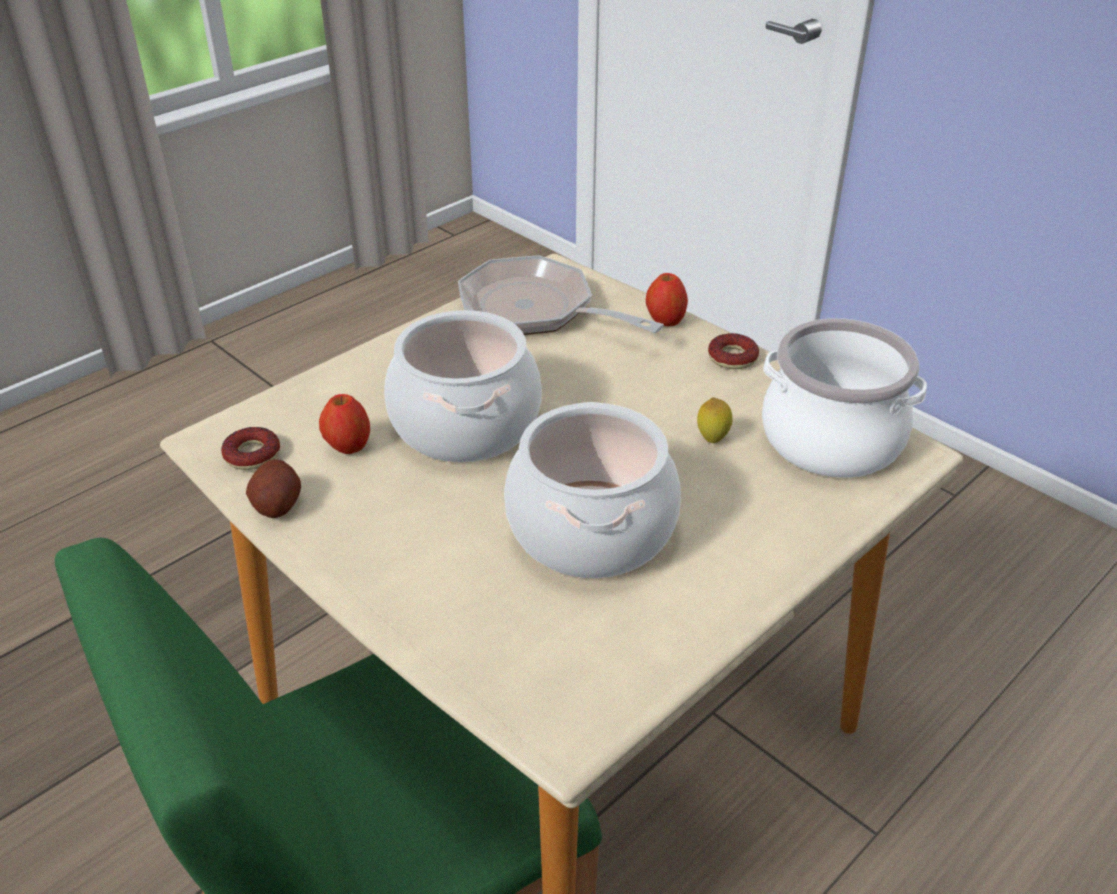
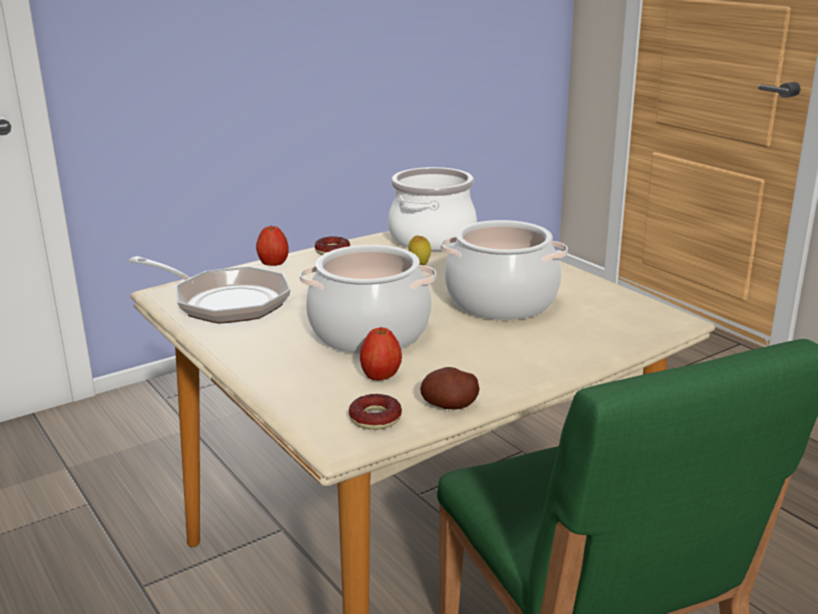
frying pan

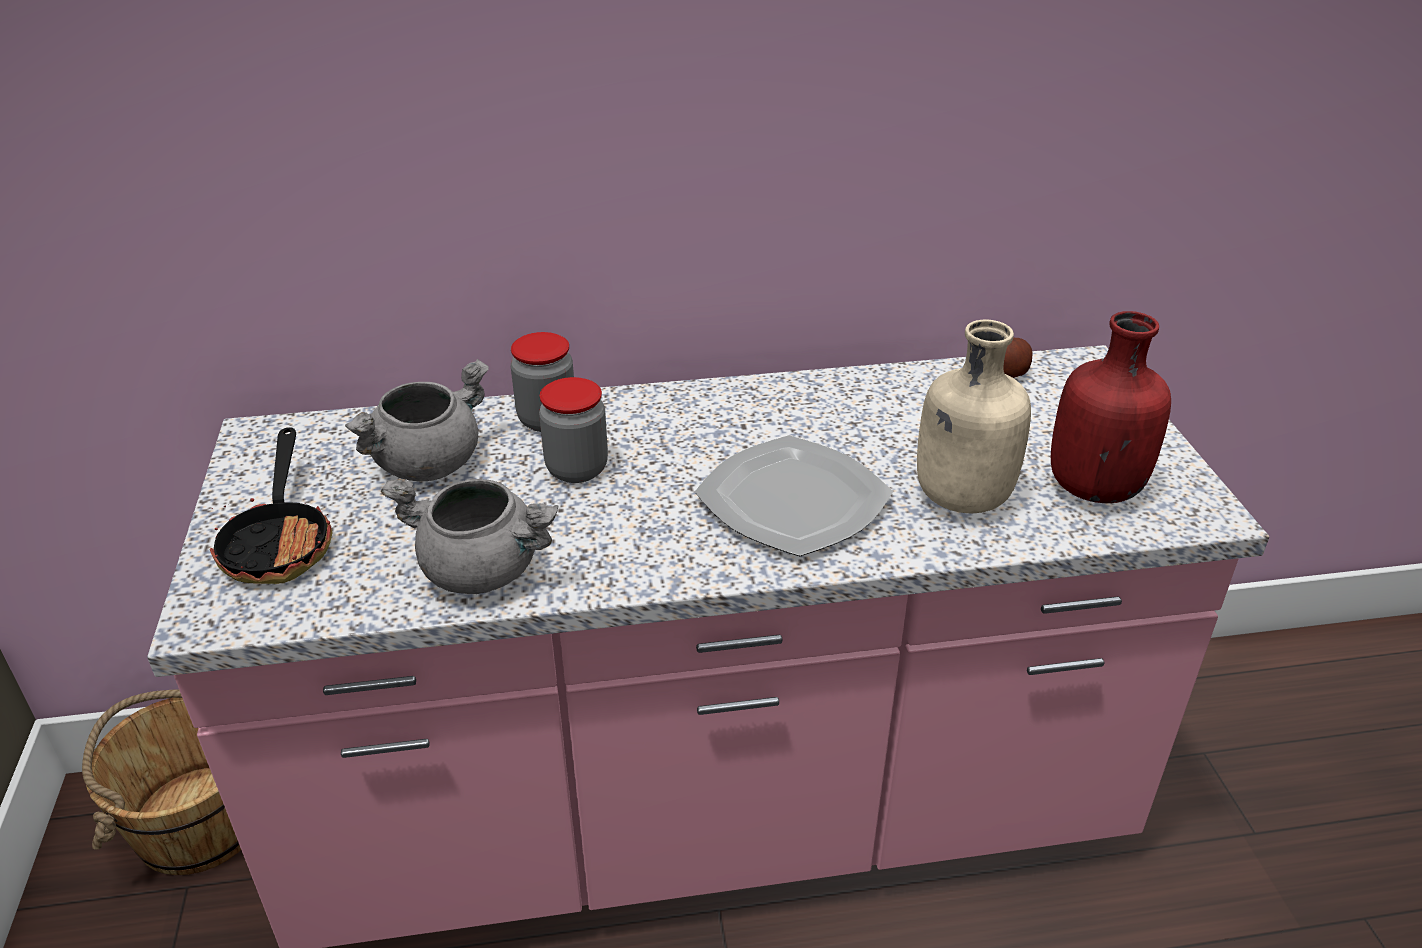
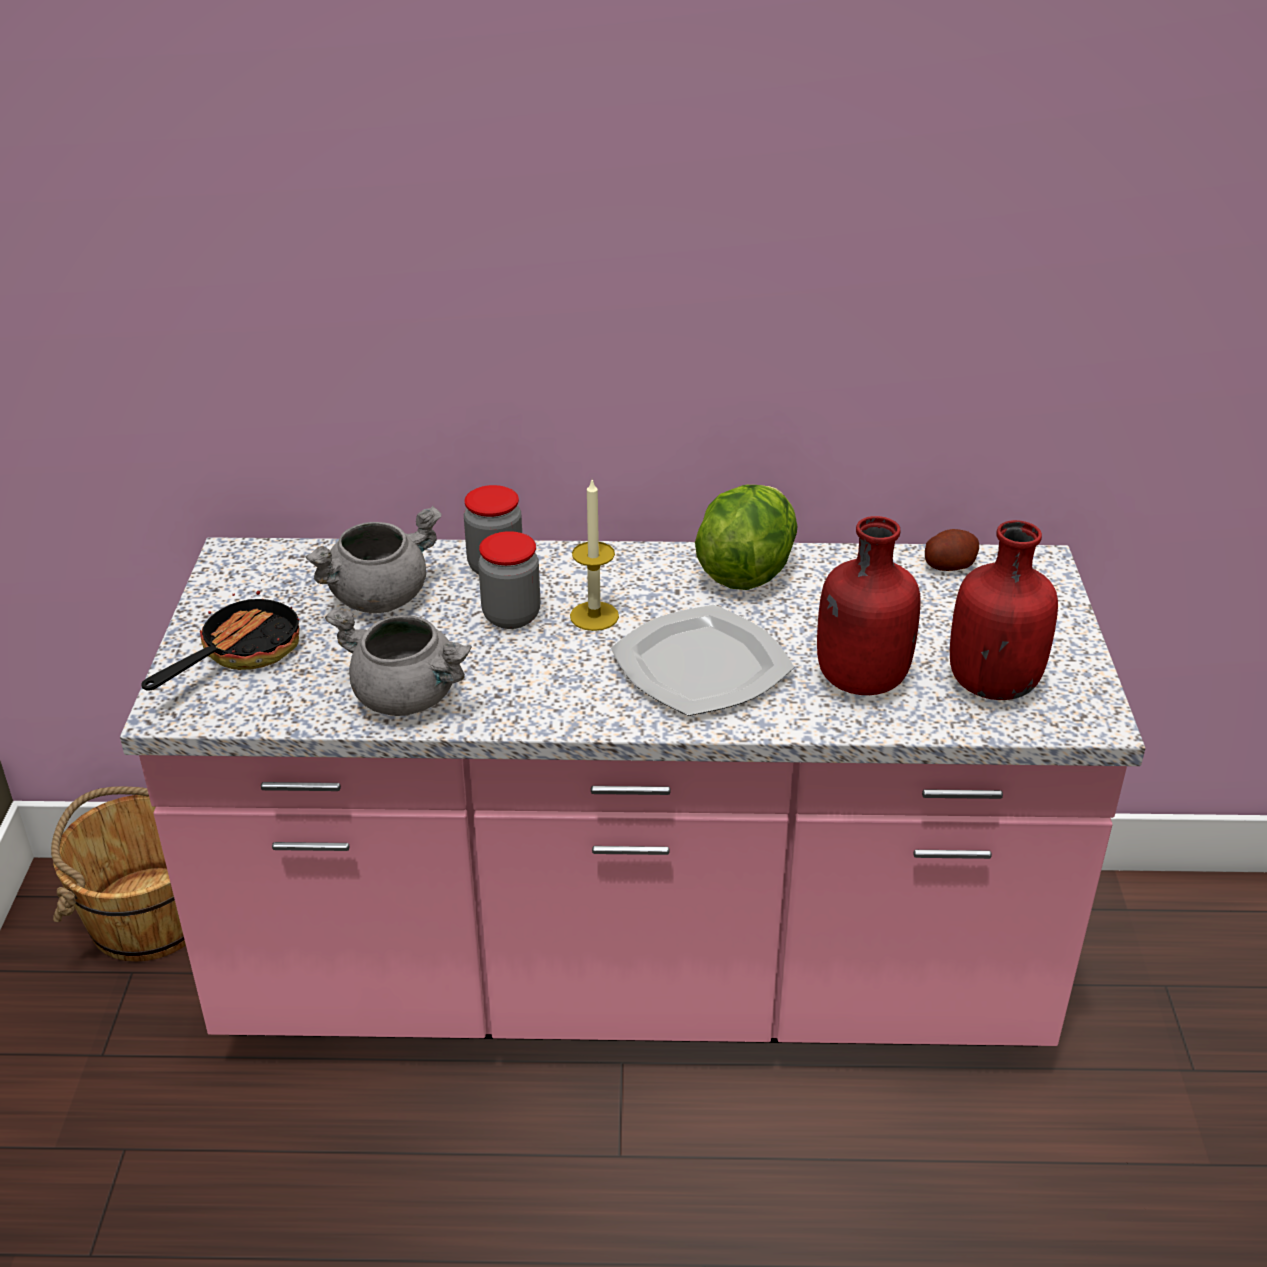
red bottle (no. 1 from left); frying pan; candle; lettuce

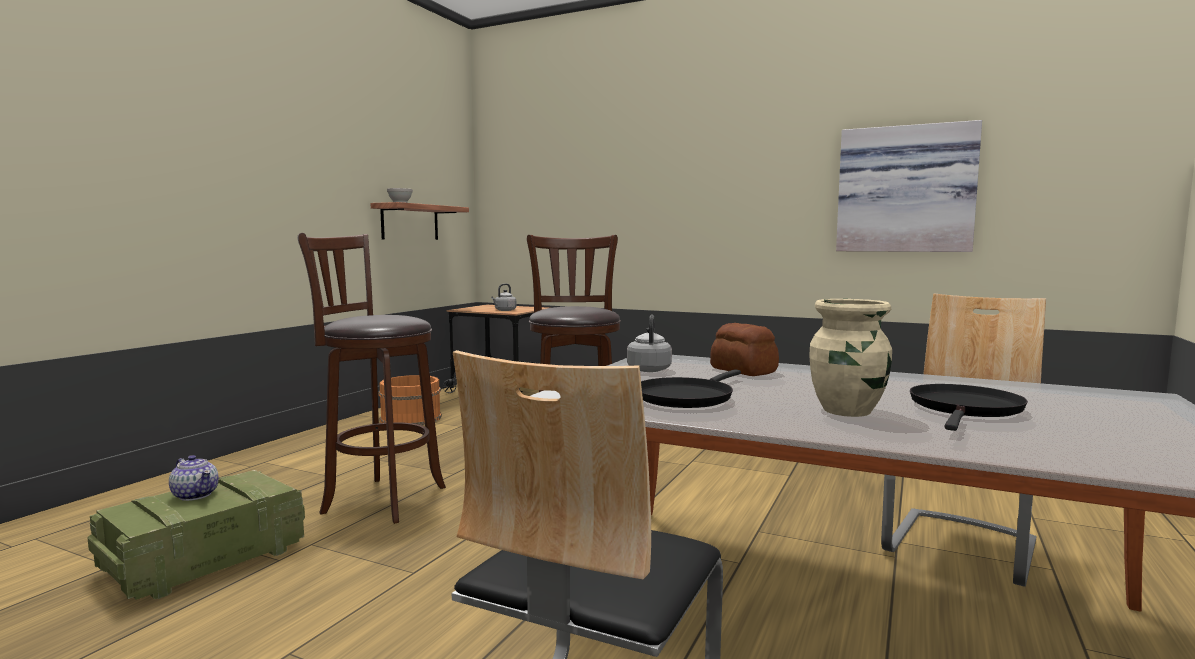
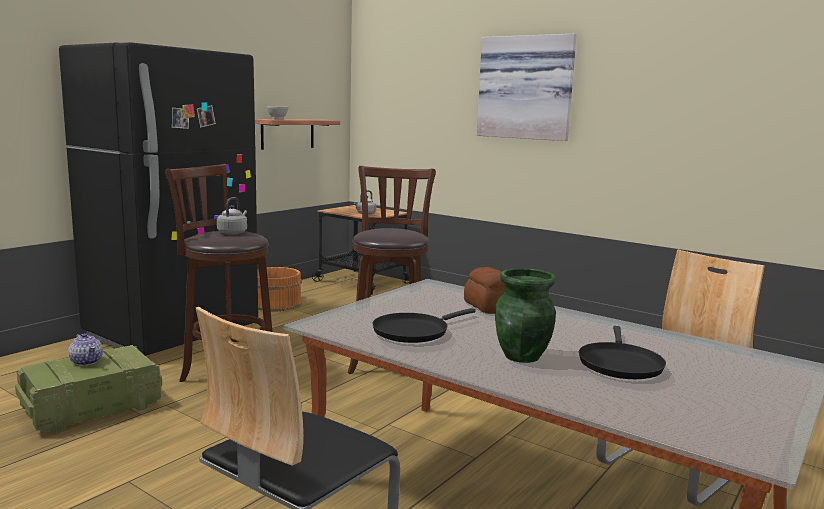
picture; green vase; grey kettle (no. 1 from left); black frying pan (no. 2 from left); black fridge

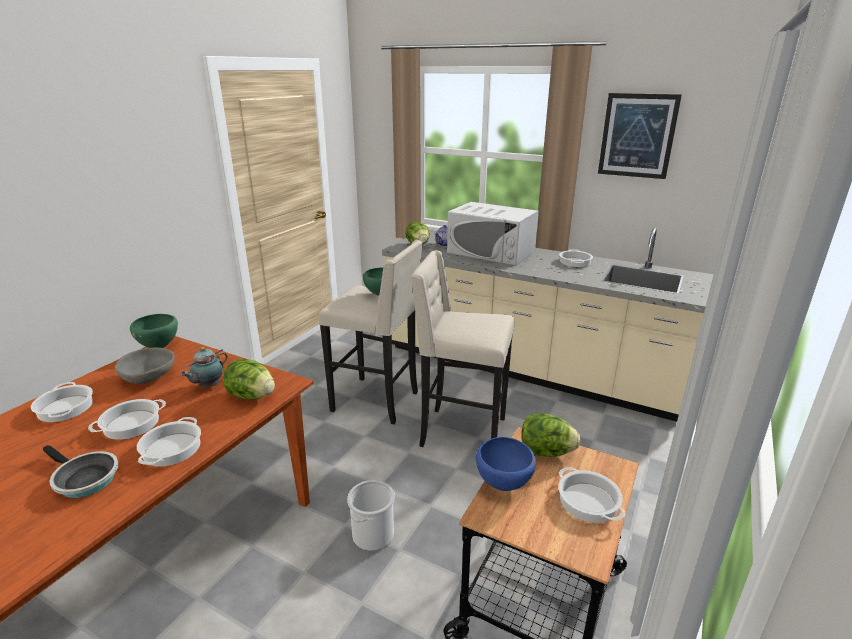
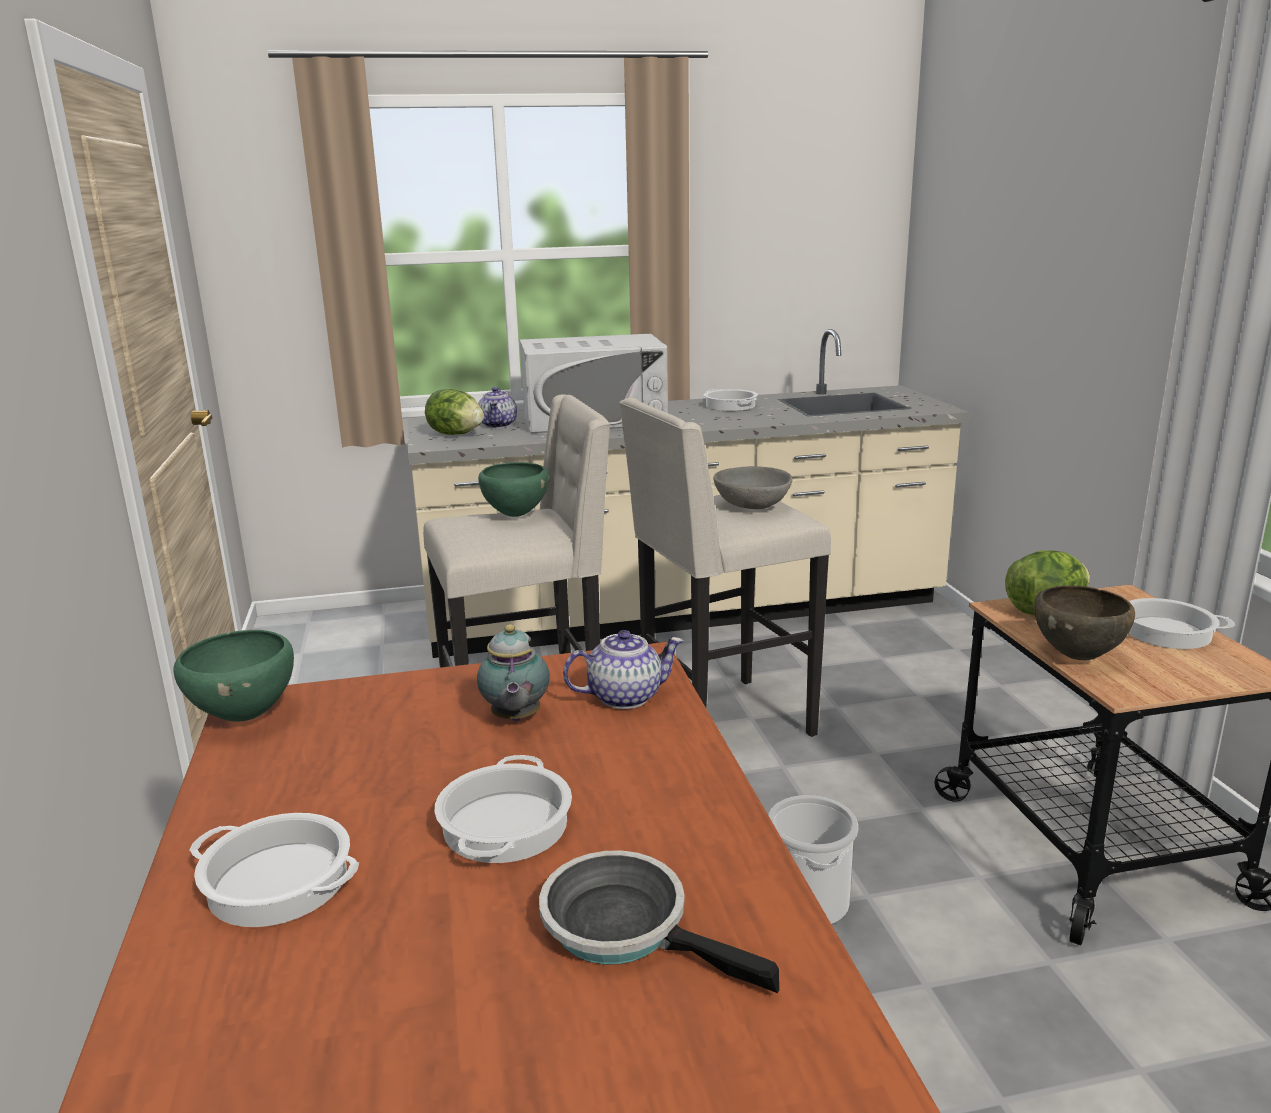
picture; grey bowl; teapot (no. 3 from left); cooking pot (no. 3 from left in the first image); brown bowl; frying pan

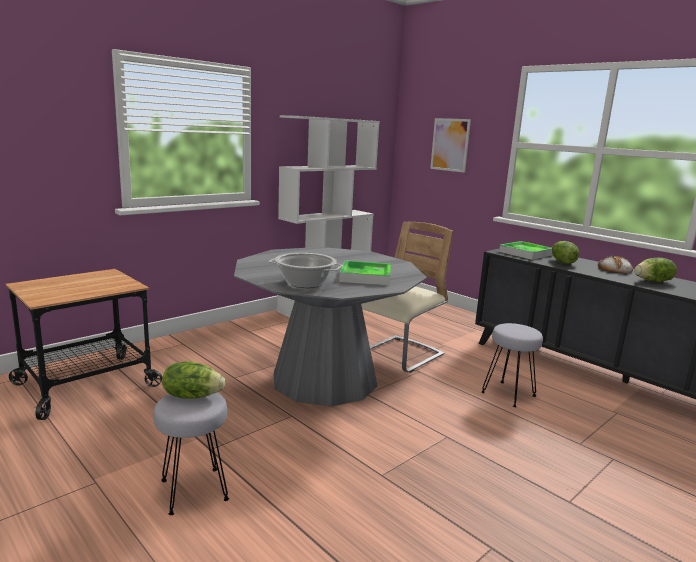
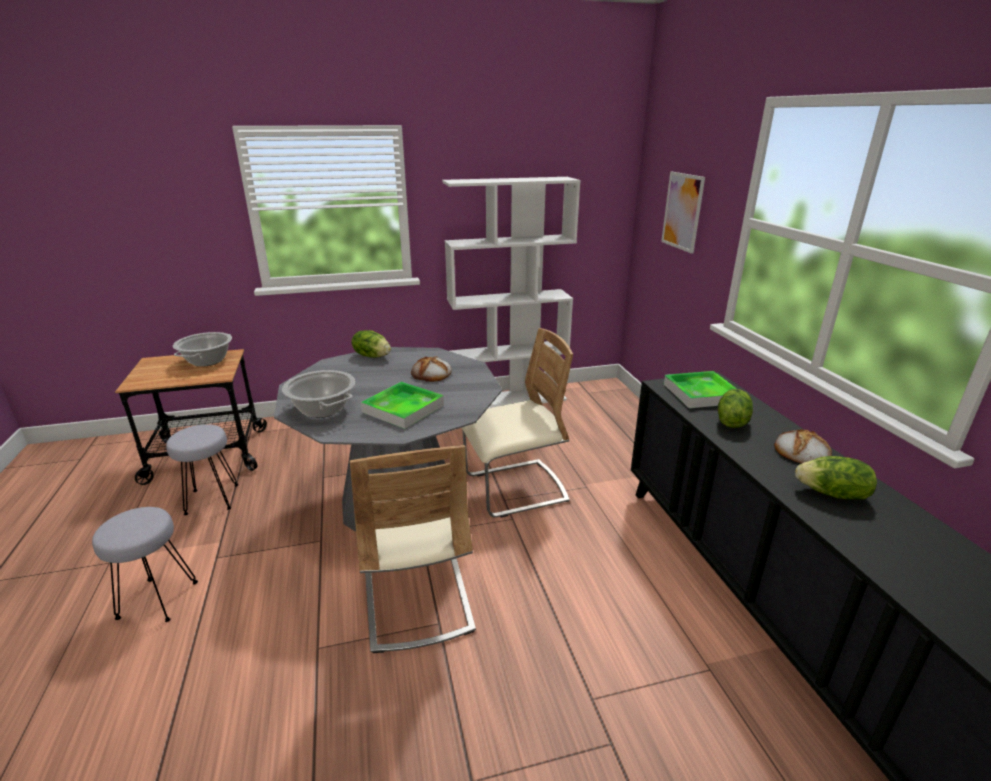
grey stool (no. 2 from left); lettuce (no. 1 from left); cooking pot (no. 1 from left); bread (no. 1 from left); beige chair (no. 1 from left)

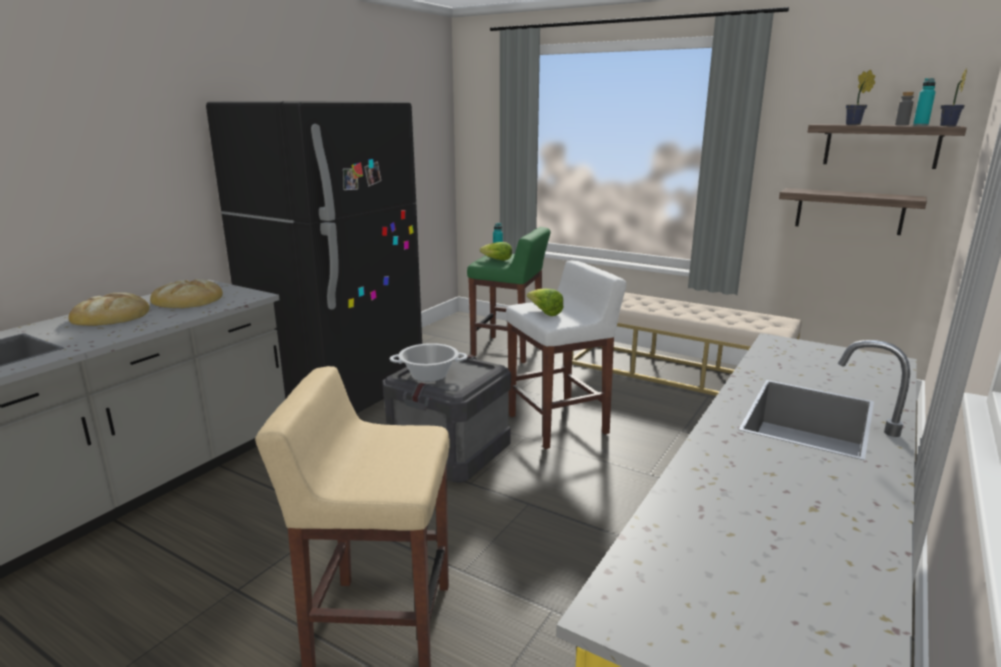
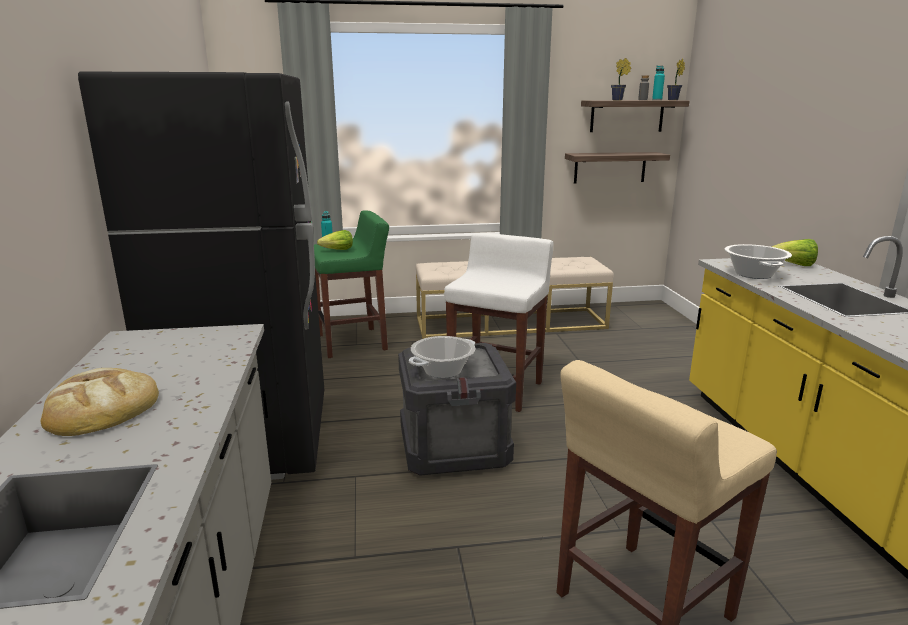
bread (no. 2 from left in the first image); lettuce (no. 2 from left); cooking pot (no. 2 from left)

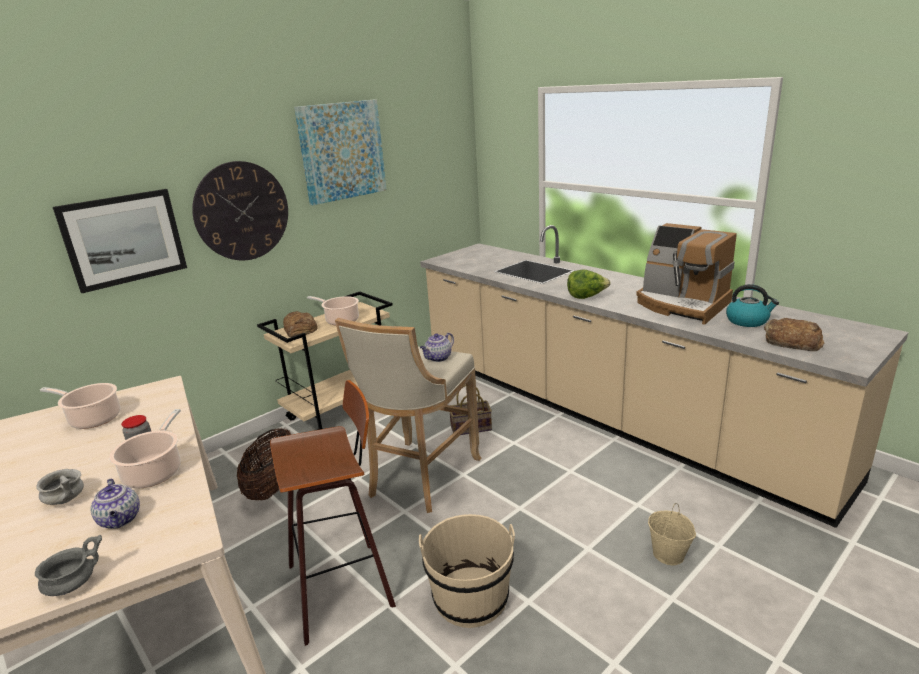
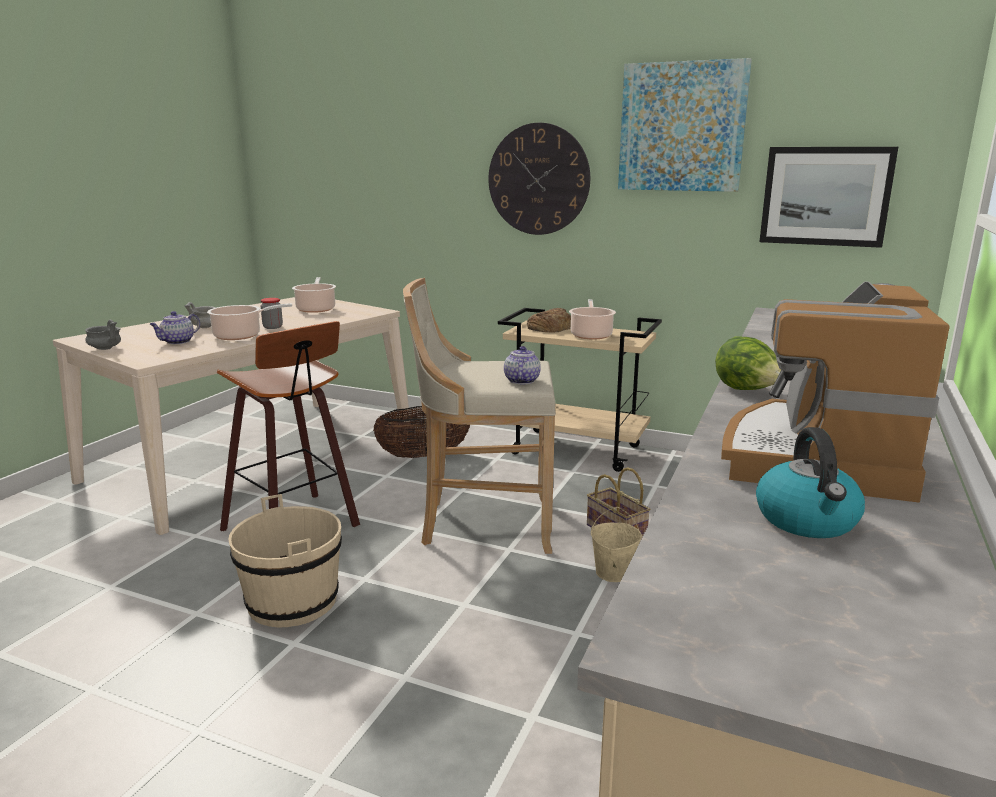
picture (no. 2 from left); bread (no. 2 from left in the first image); teapot (no. 2 from left); beige bucket (no. 2 from left)

